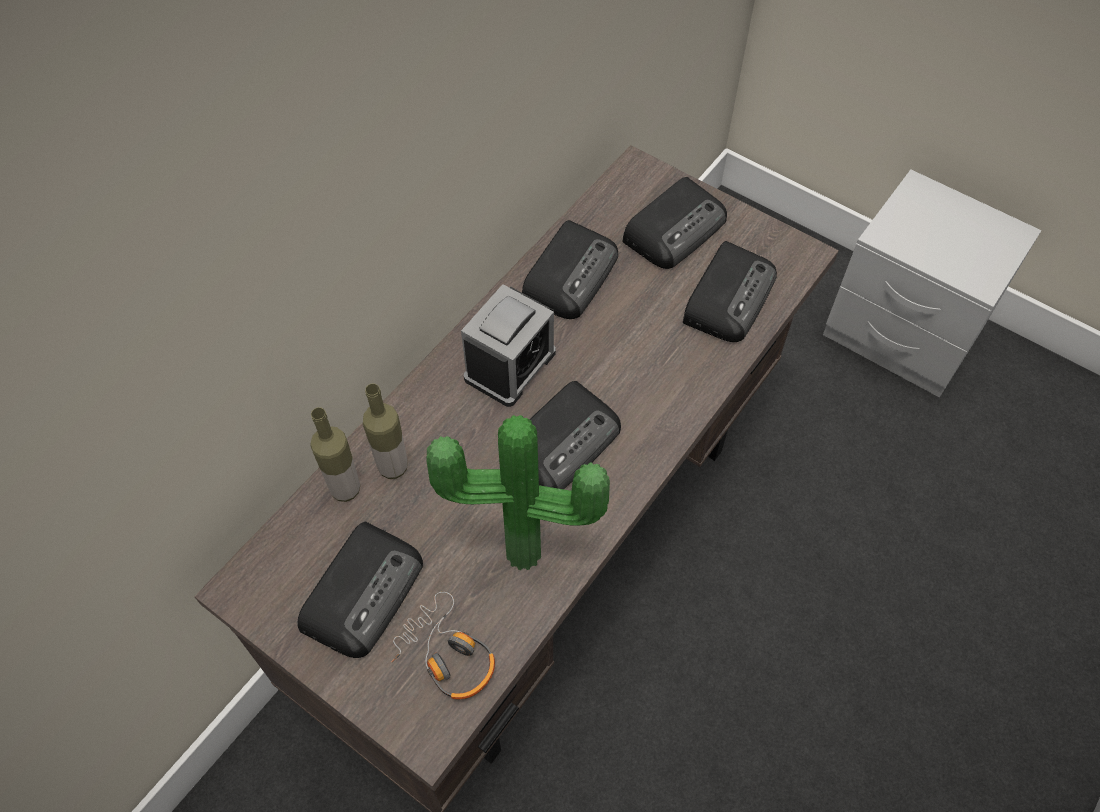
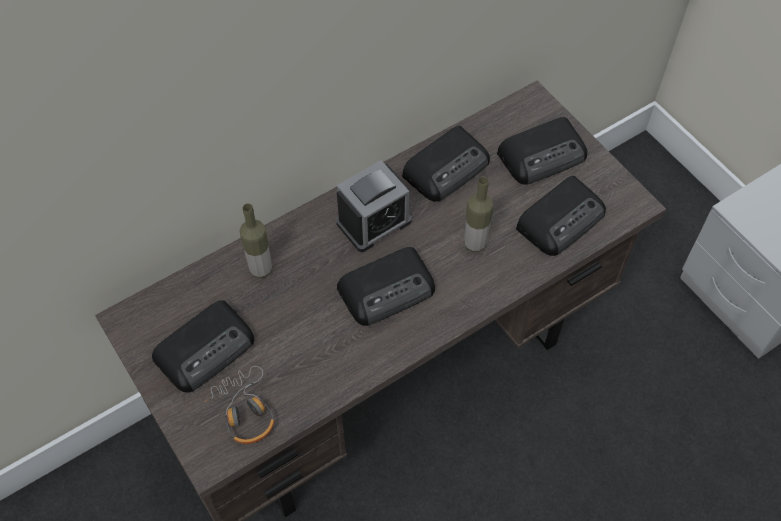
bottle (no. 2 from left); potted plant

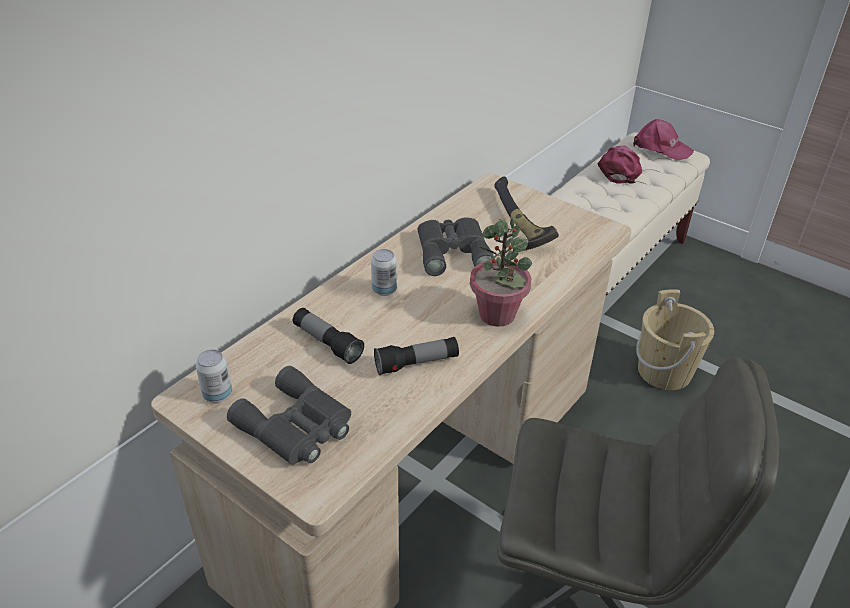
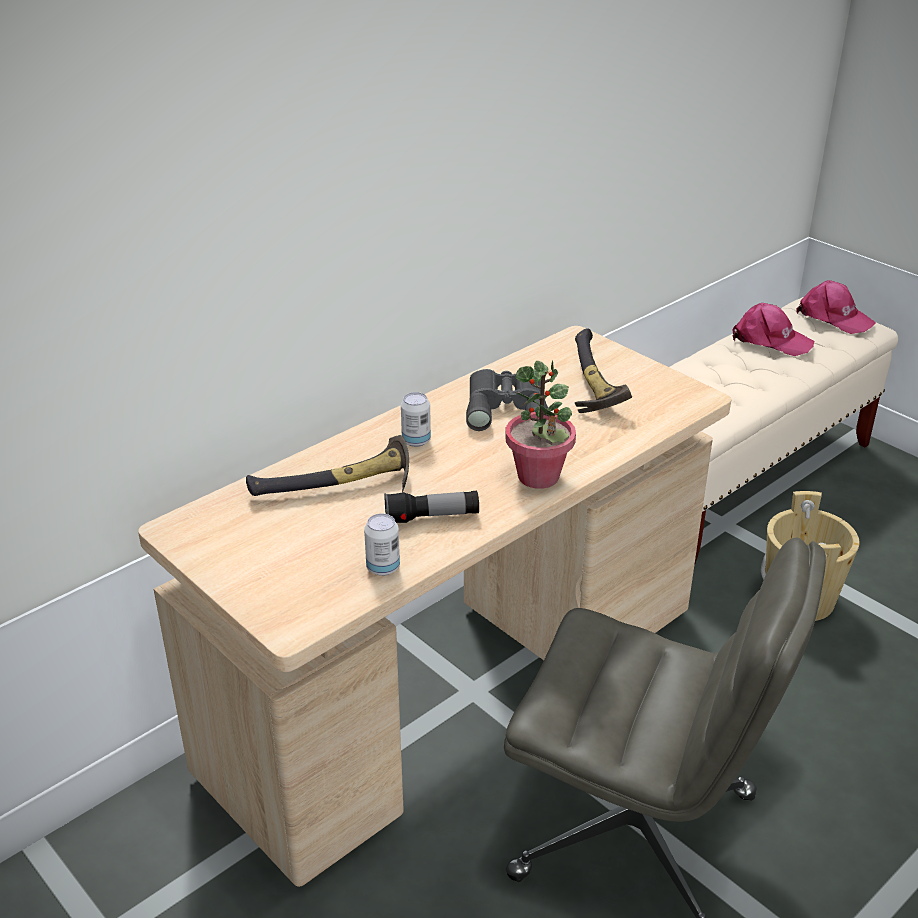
pink cap (no. 1 from left); hammer (no. 1 from left); can (no. 1 from left); grey binoculars (no. 1 from left in the first image)

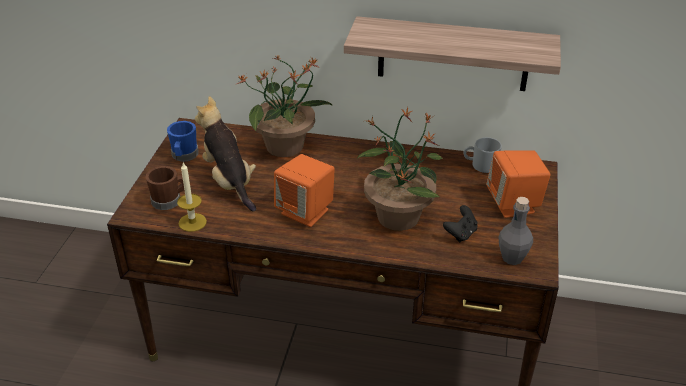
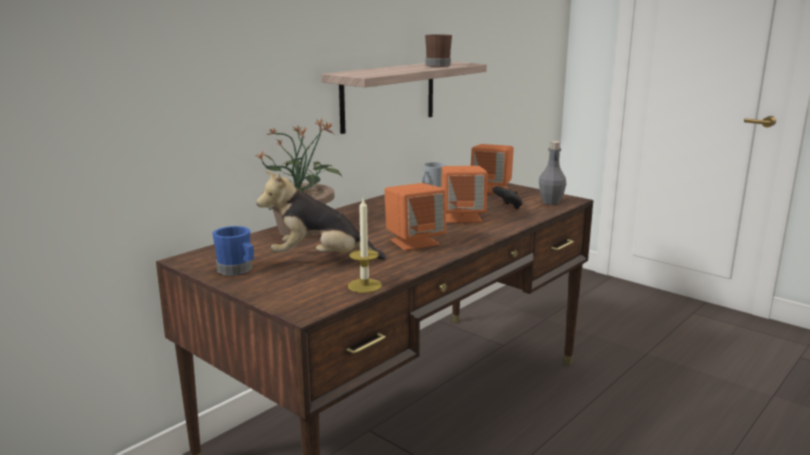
orange speaker (no. 2 from left); brown mug

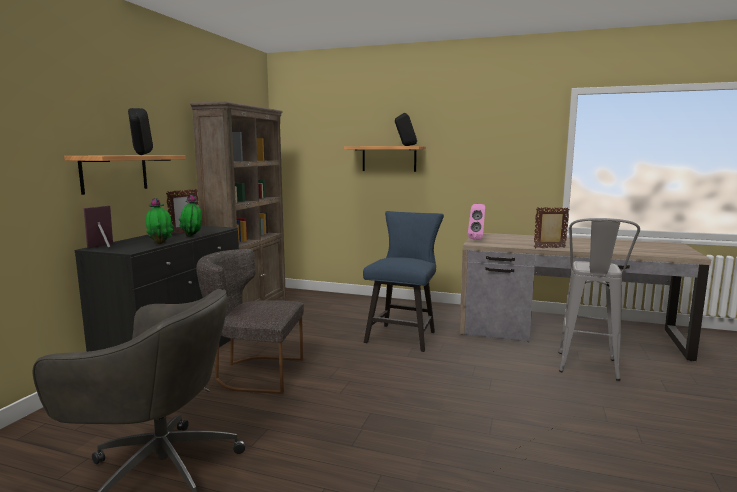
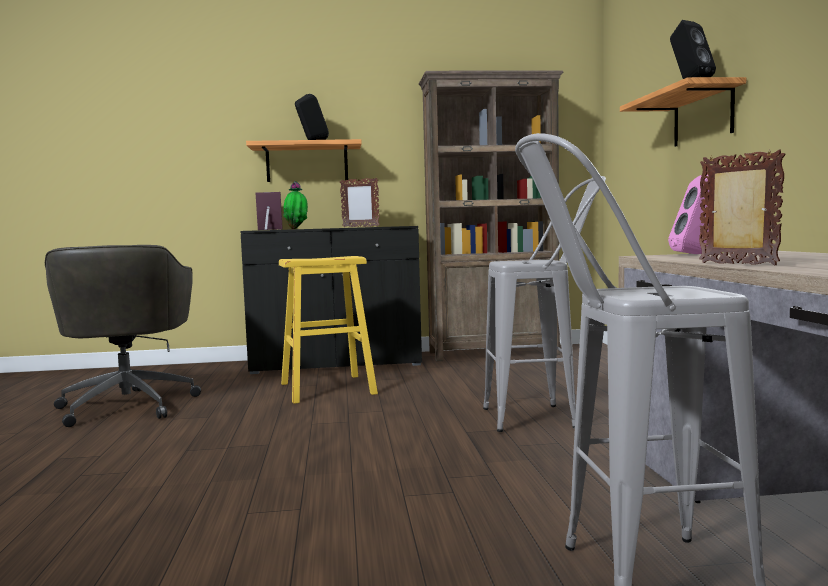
potted plant (no. 2 from left in the first image); grey stool (no. 1 from left); yellow stool

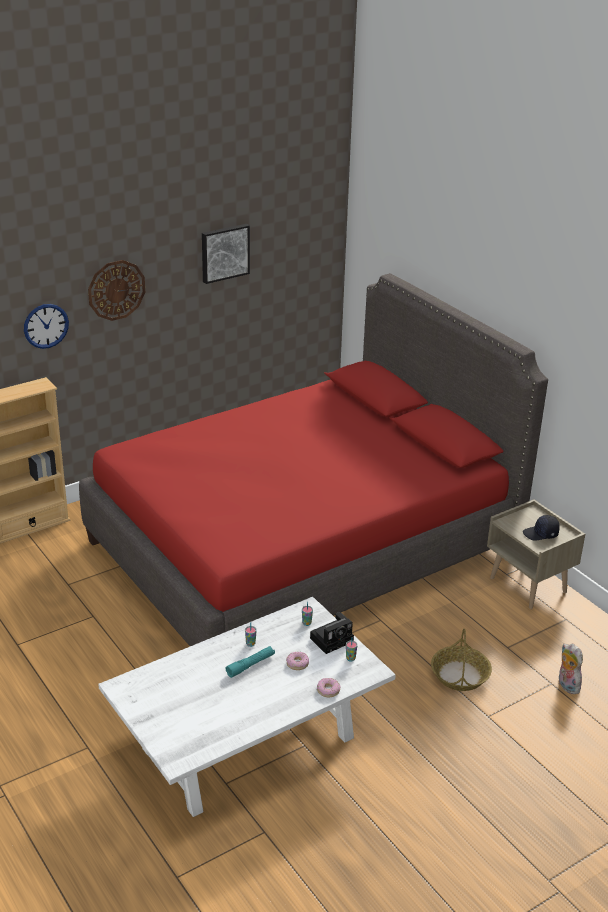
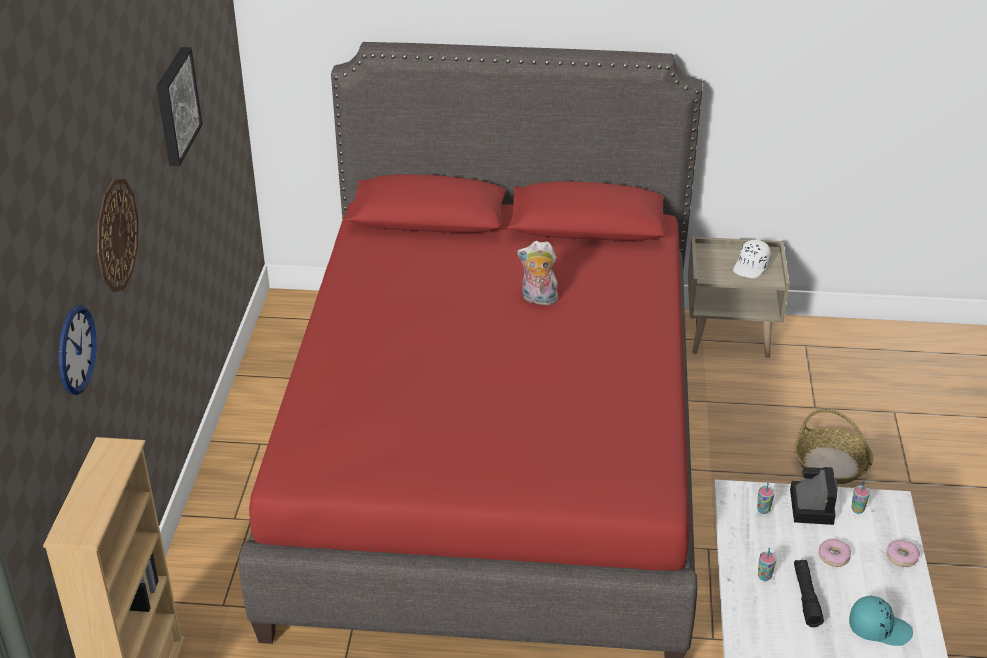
white cap; plush toy; black flashlight; turquoise cap

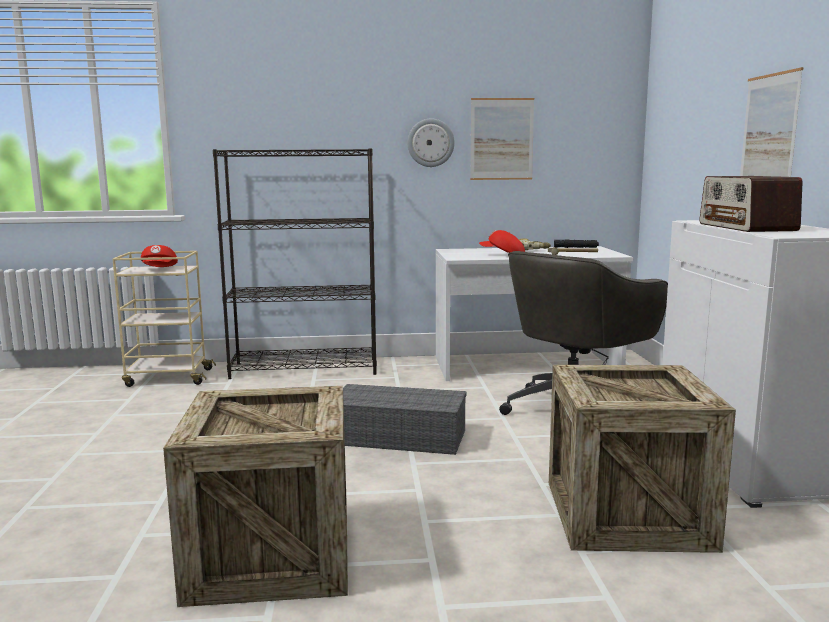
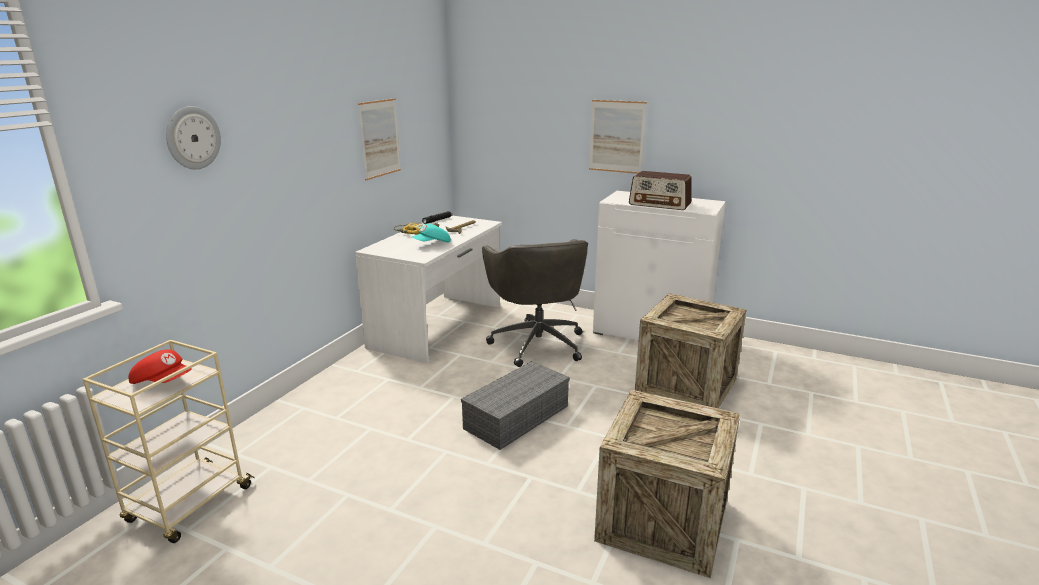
wall clock; black bookcase; turquoise cap

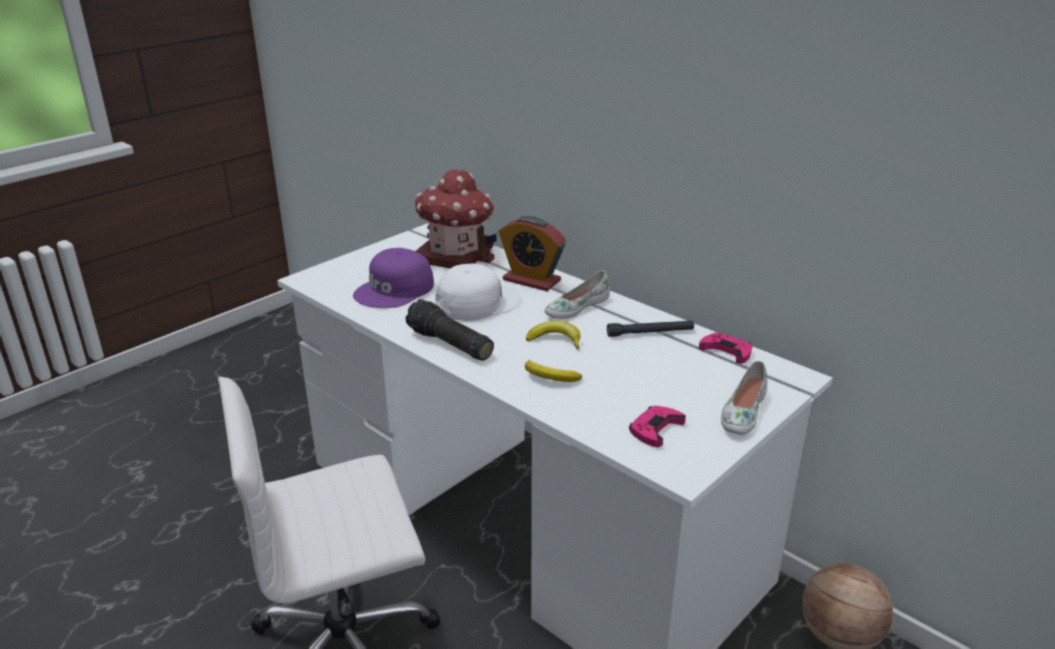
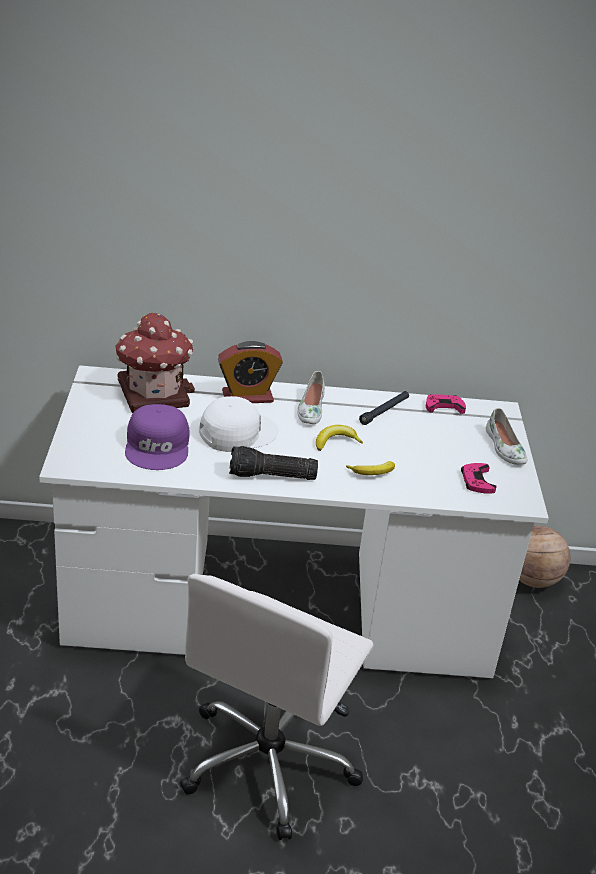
white cap

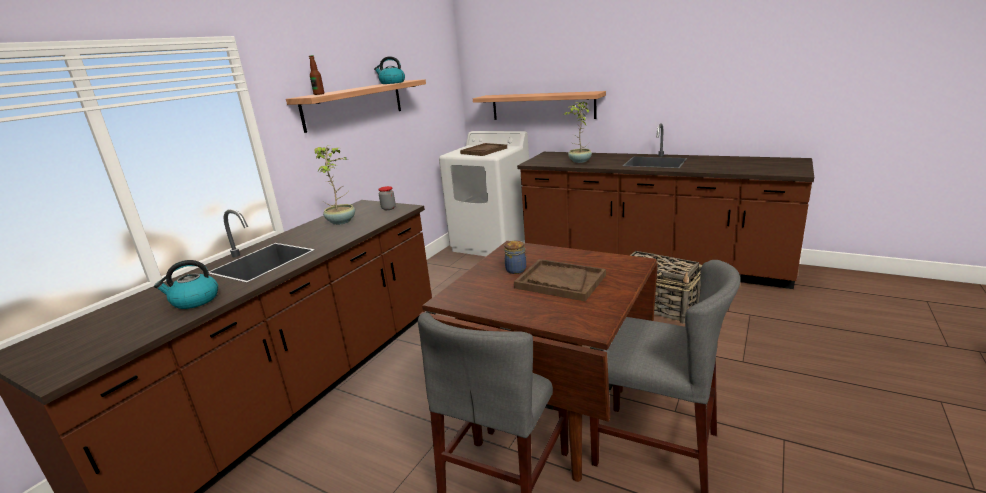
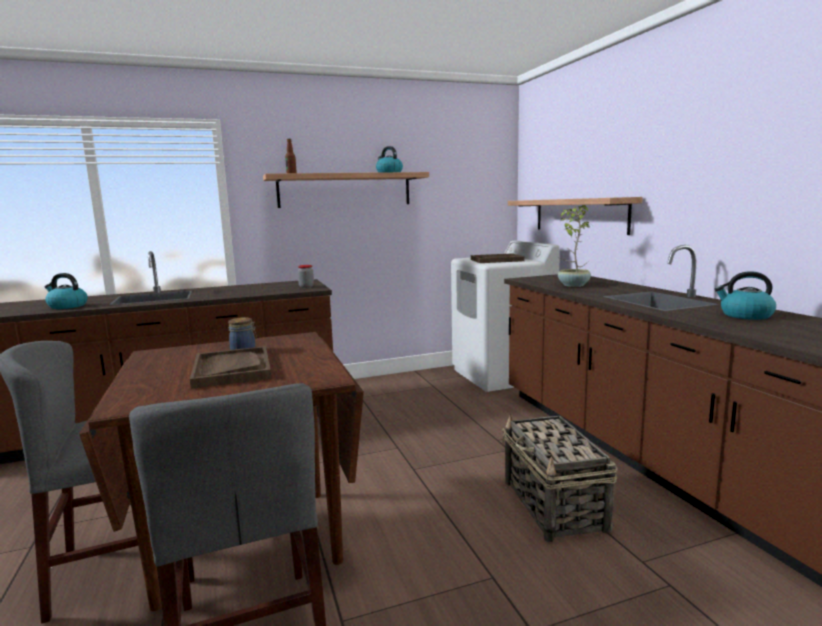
potted plant (no. 1 from left in the first image); kettle (no. 3 from left)

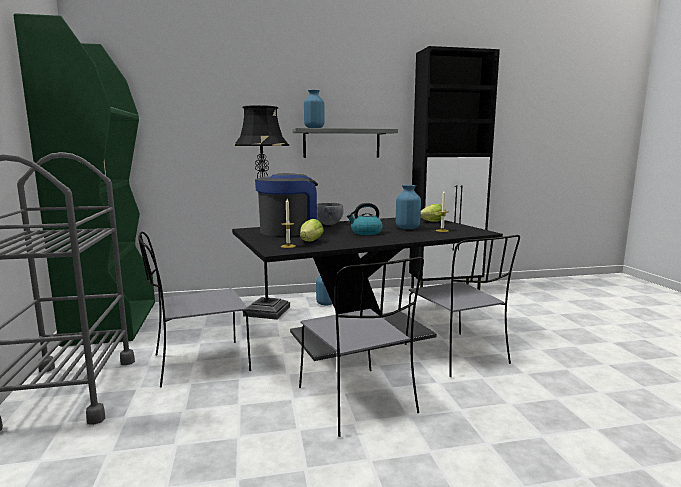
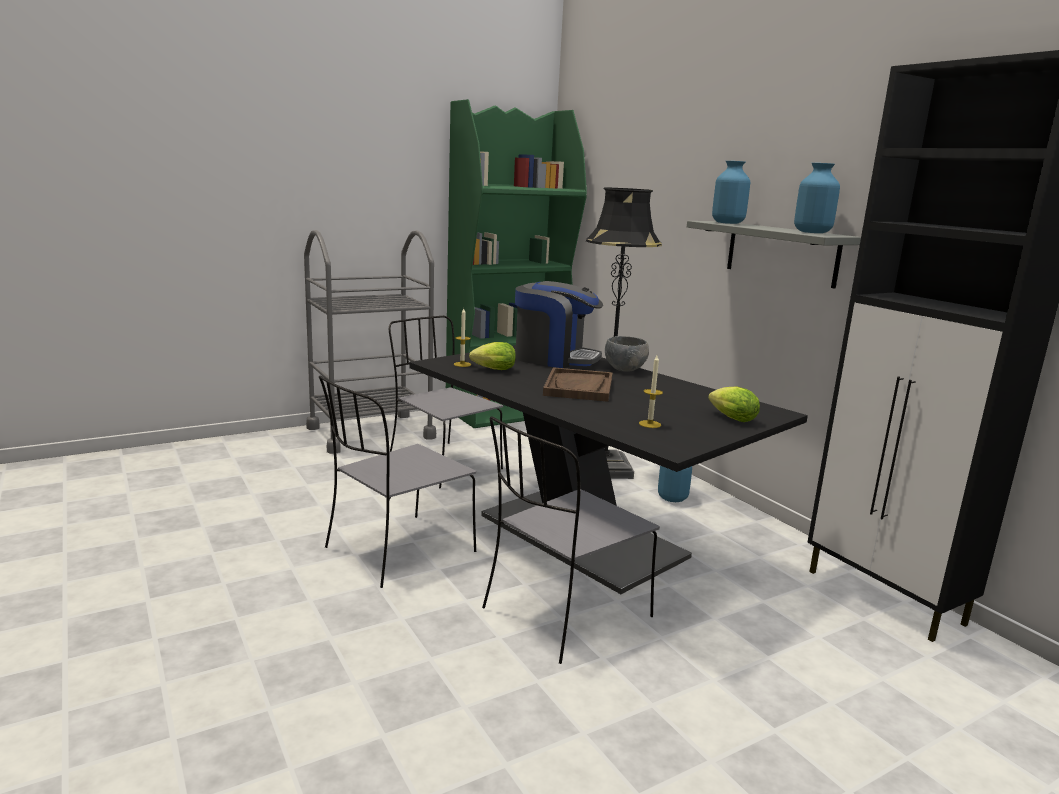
blue vase (no. 3 from left); brown tray

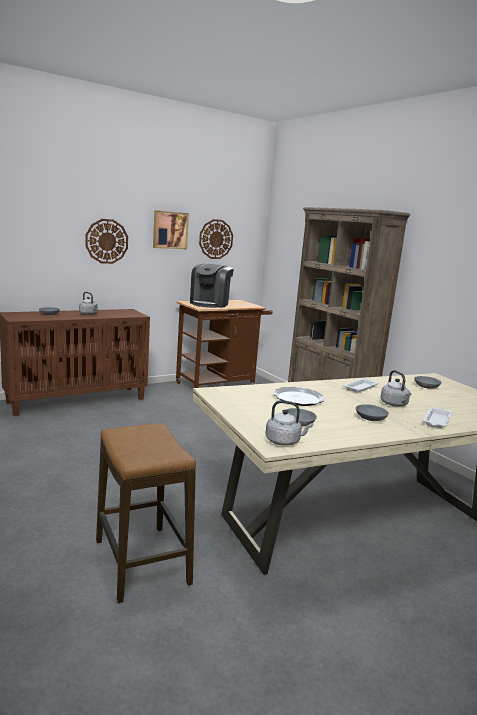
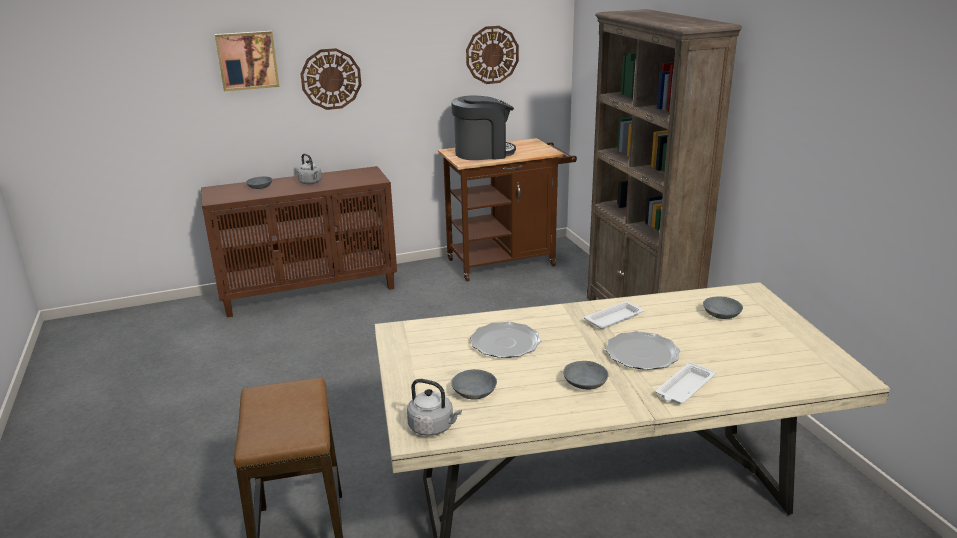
picture; coffee machine; plate (no. 2 from left)

